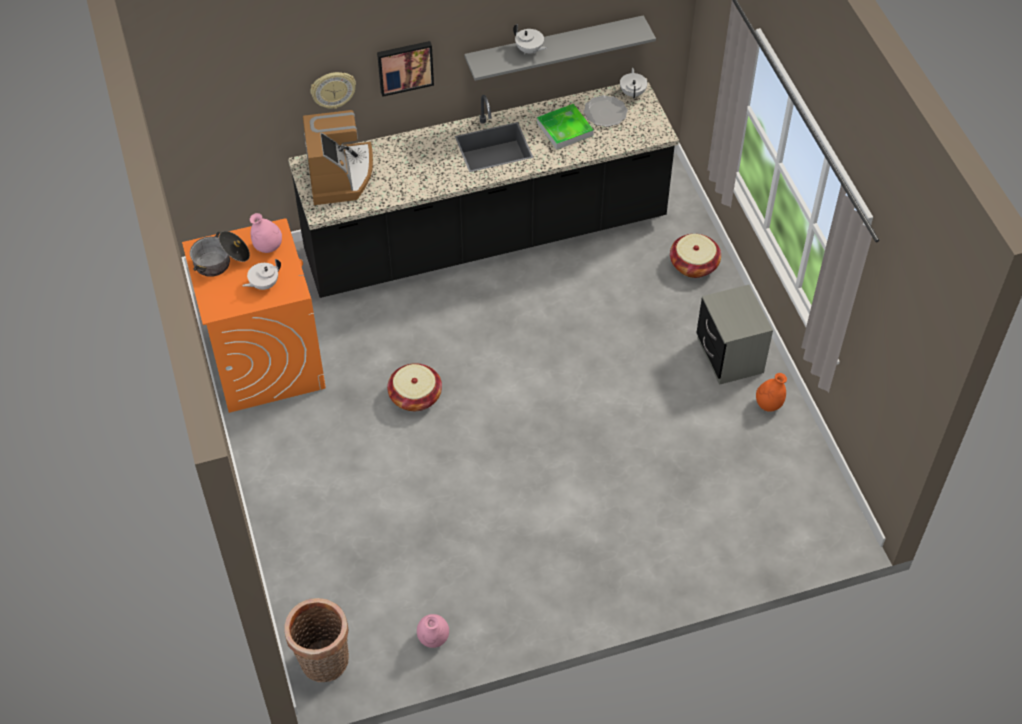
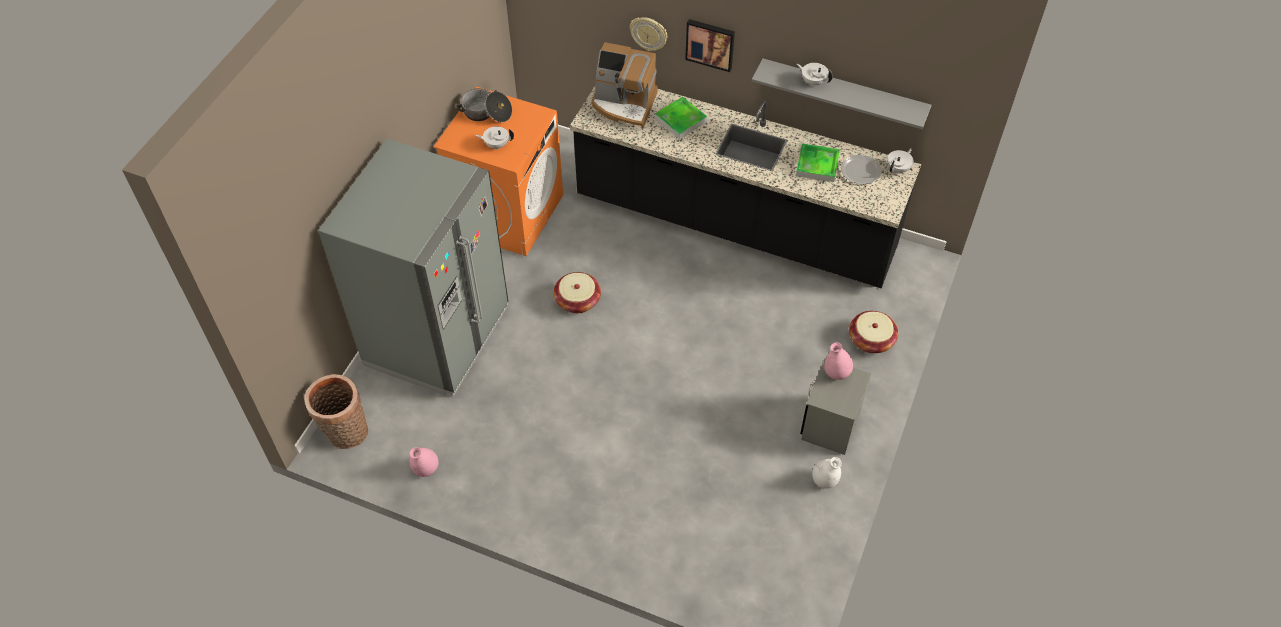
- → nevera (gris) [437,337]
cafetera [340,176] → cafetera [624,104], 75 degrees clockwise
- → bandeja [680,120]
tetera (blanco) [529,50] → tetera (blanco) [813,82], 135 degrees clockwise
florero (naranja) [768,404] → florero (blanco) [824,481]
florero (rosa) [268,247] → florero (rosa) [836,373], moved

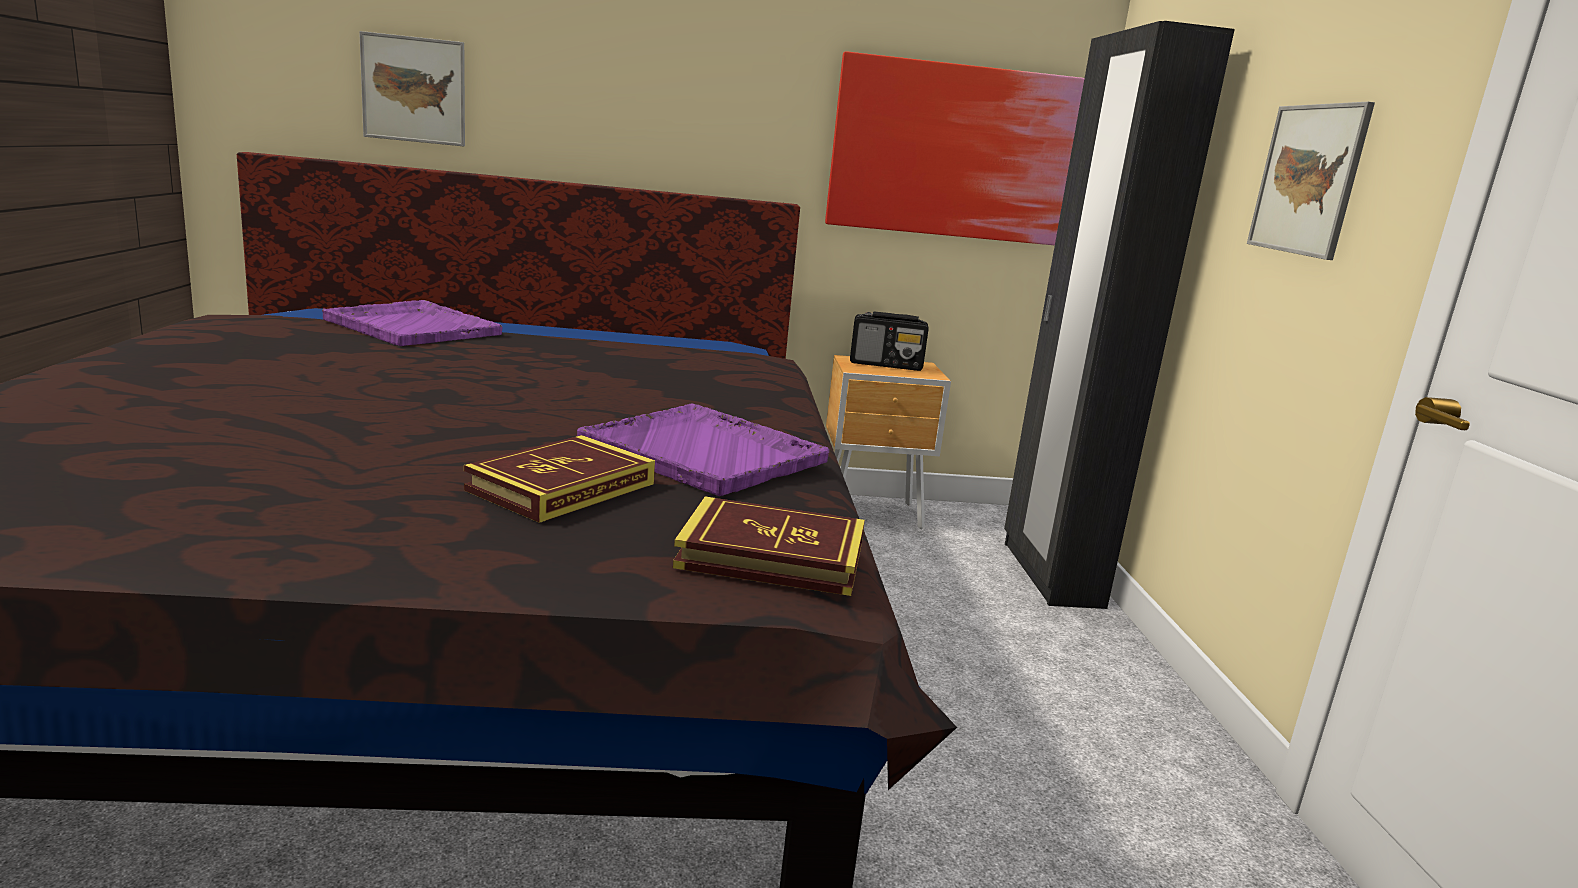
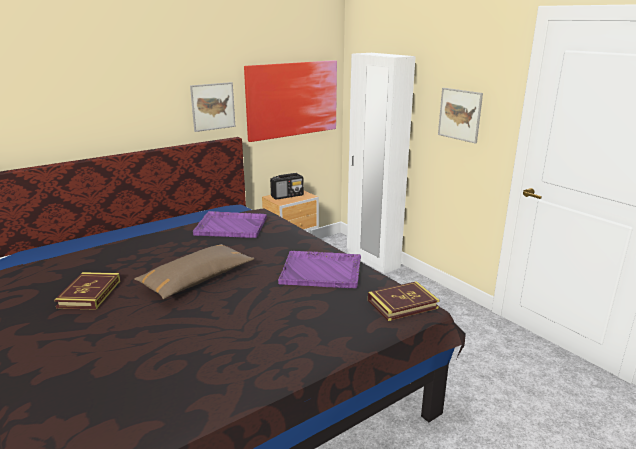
libro [562,487] → libro [89,294], moved
- → cojín (marrón) [197,279]
cuadro [414,90] → cuadro [213,106], moved
bandeja (morado) [412,326] → bandeja (morado) [230,226], moved
armario ropero (negro) [1050,574] → armario ropero (blanco) [372,260]

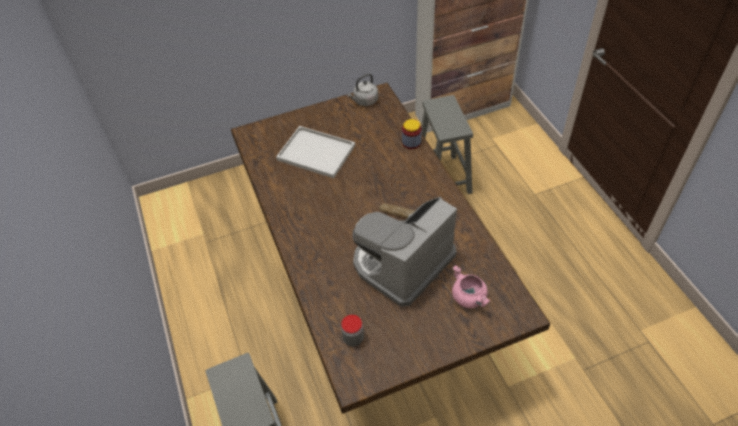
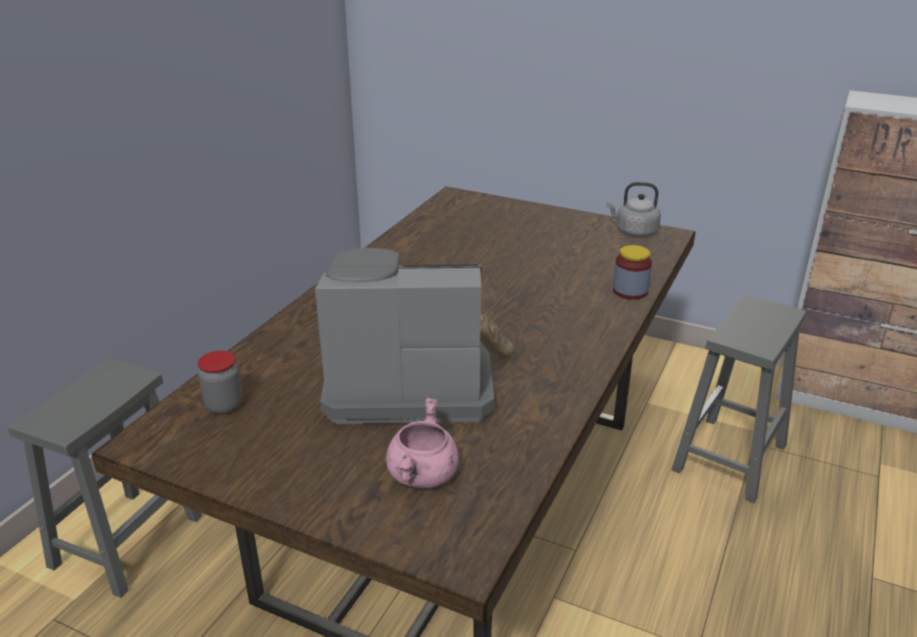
bandeja (blanco) [317,152] → -

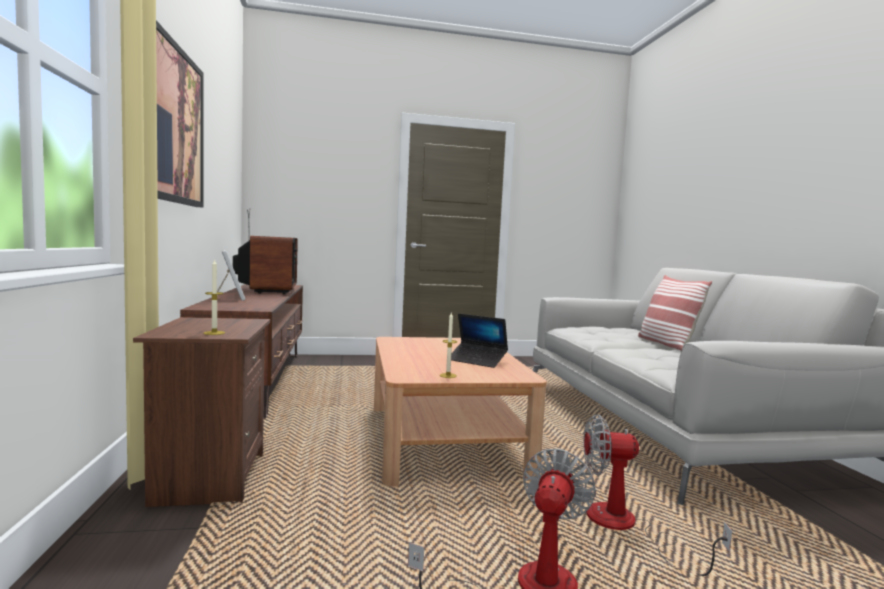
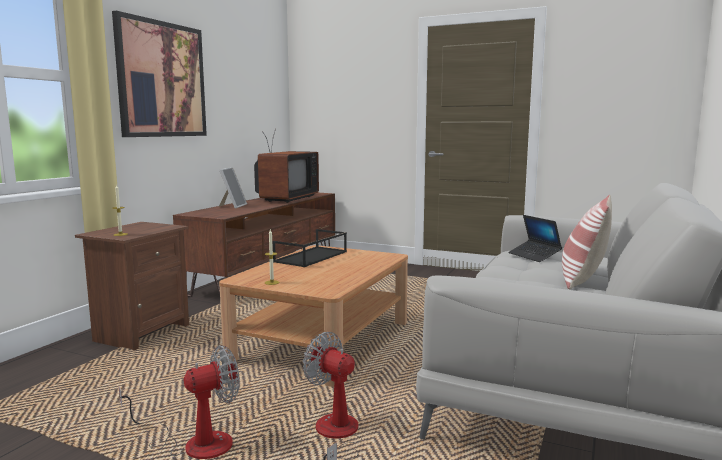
- → bandeja (negro) [311,257]
portátil [477,360] → portátil [534,256], moved

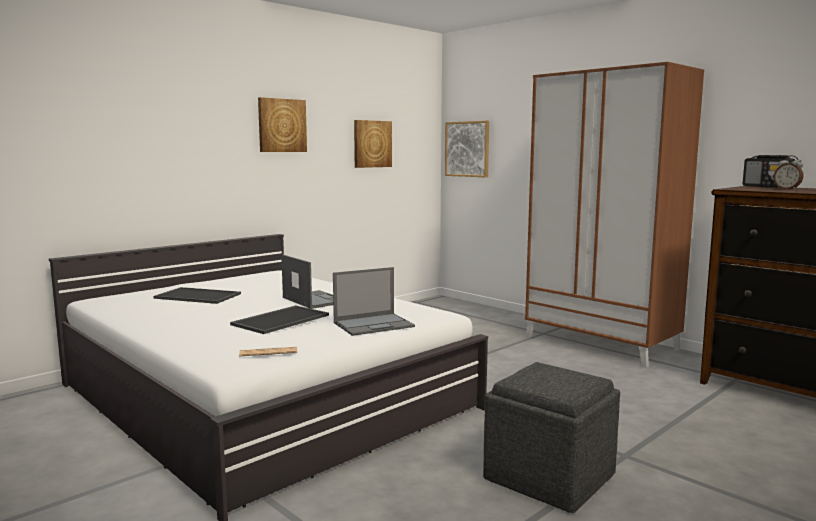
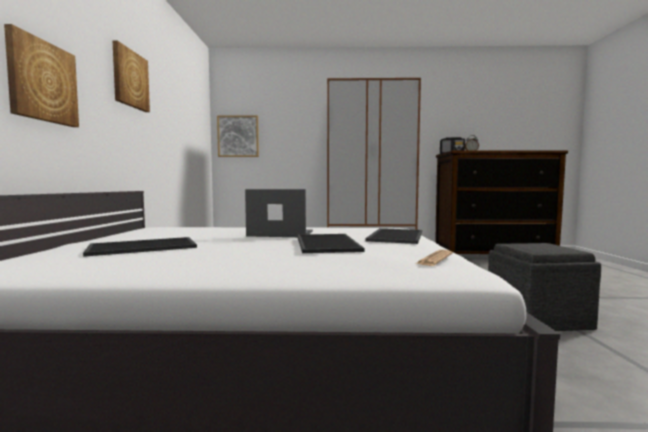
cuadro [372,144] → cuadro [42,81], moved
portátil [374,324] → bandeja [395,236]

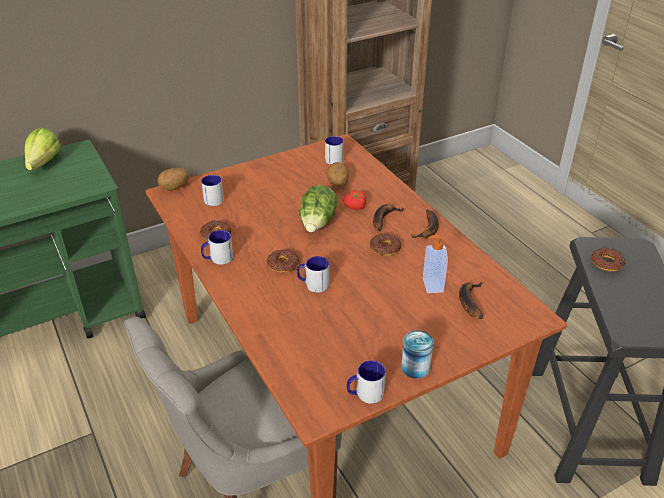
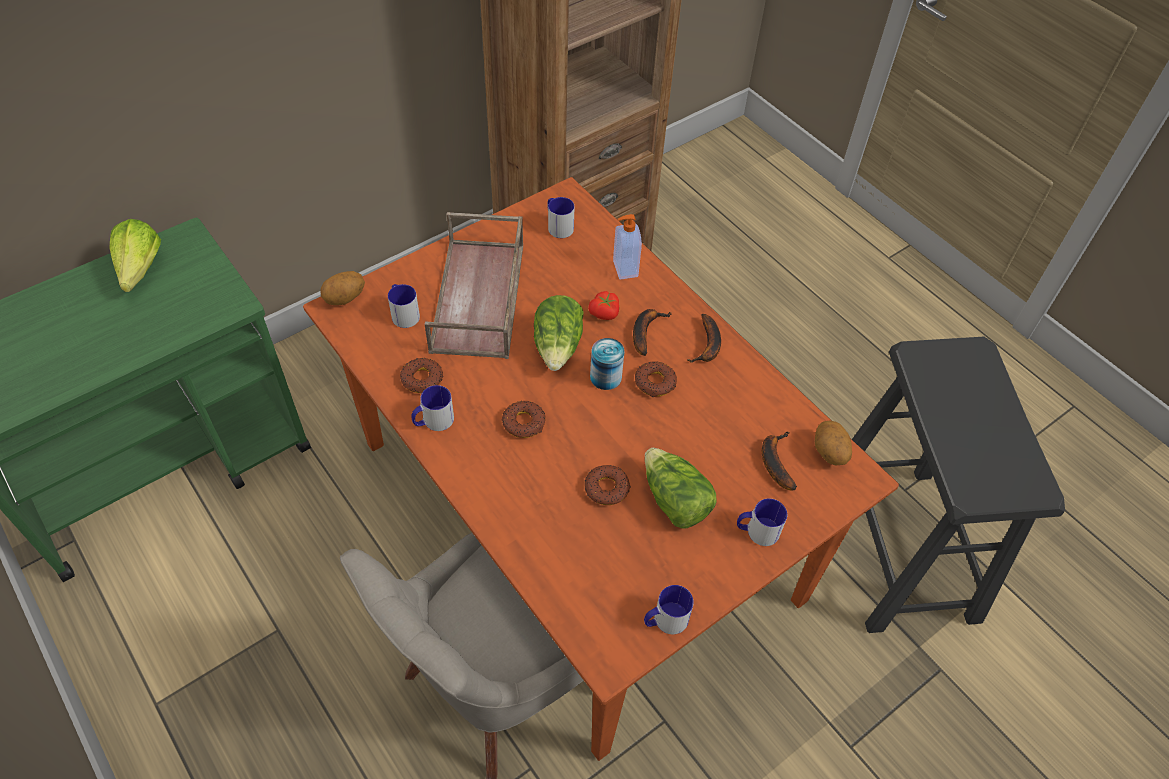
- → bandeja (marrón) [479,299]
rosquilla [607,263] → rosquilla [607,488], moved
lata [415,367] → lata [605,377], moved
dispensador de jabón [432,285] → dispensador de jabón [624,269], moved
- → lechuga [674,500]
taza grande [313,284] → taza grande [757,531], moved
patata [337,184] → patata [828,453], moved

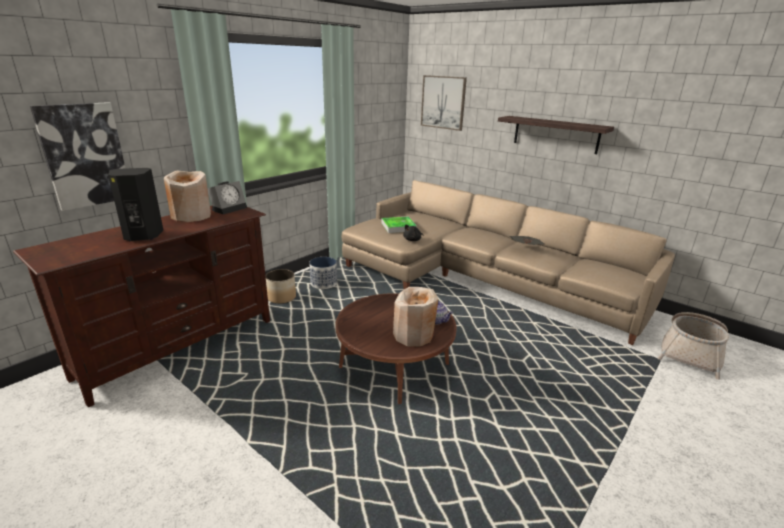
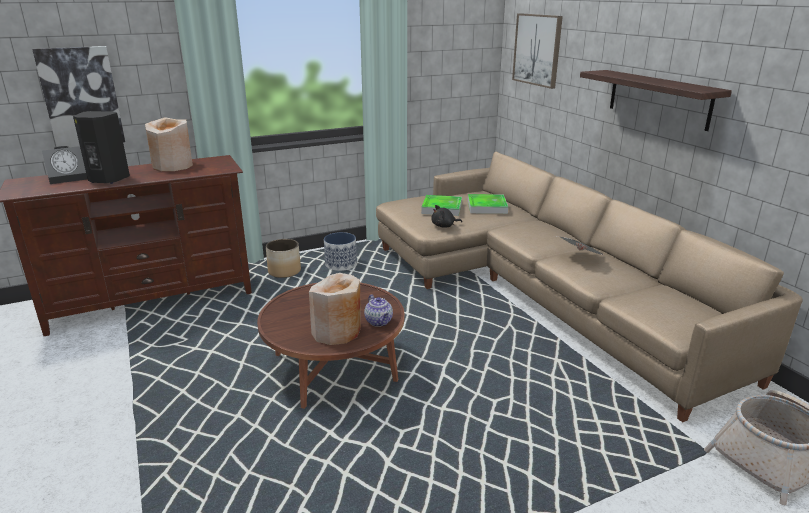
despertador [229,208] → despertador [70,178], moved
- → bandeja [487,207]

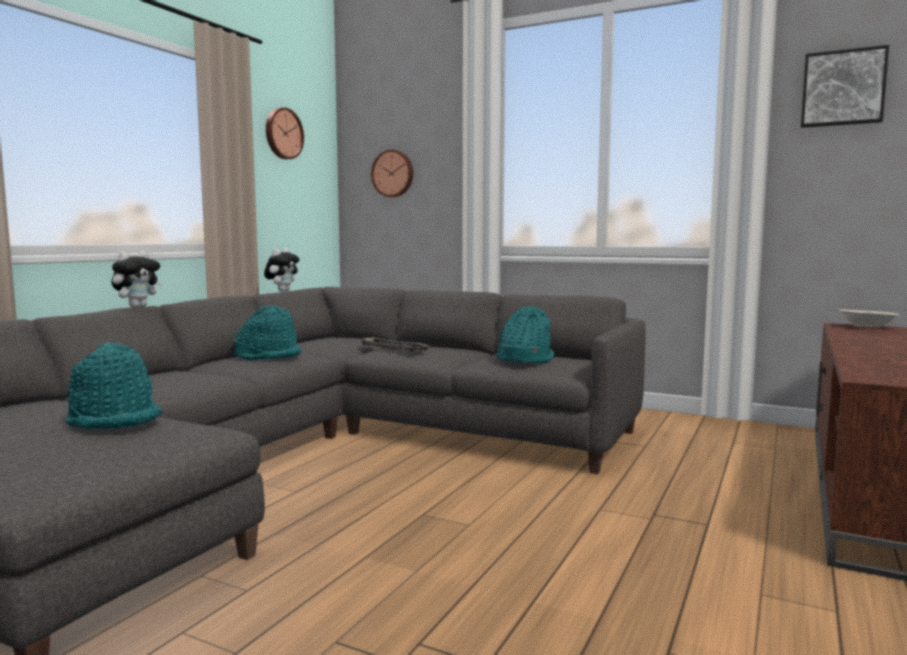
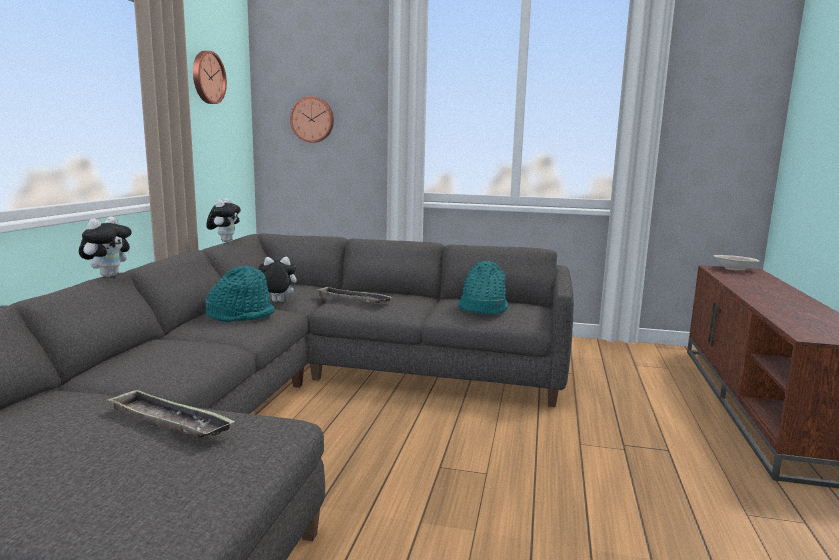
sombrero (turquesa) [115,419] → bandeja [169,421]
- → peluche [276,302]
cuadro [843,88] → -

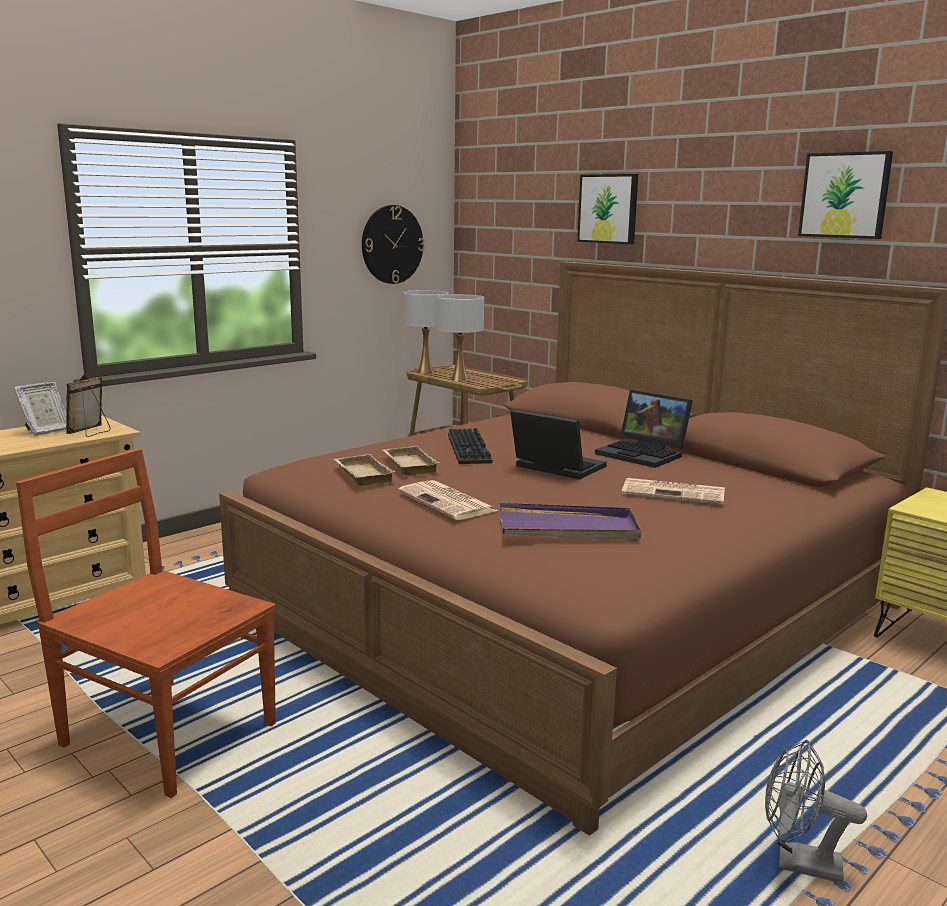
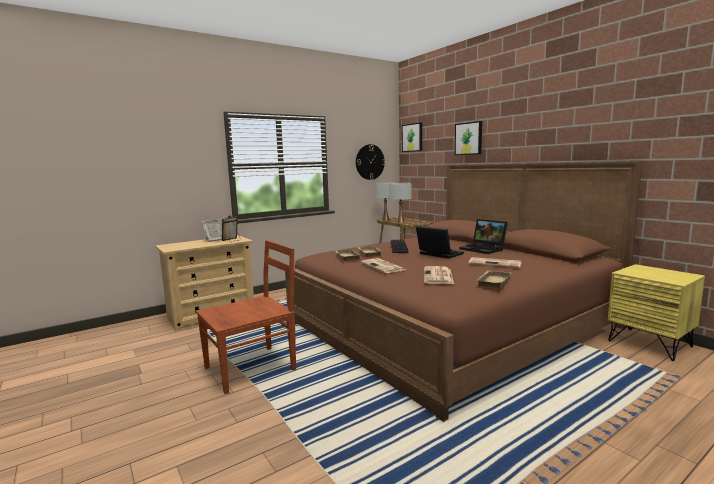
silla (marrón) [166,732] → silla (marrón) [252,368], 105 degrees clockwise
cuadro [845,195] → cuadro [412,137], moved
bandeja (morado) [568,528] → periódico [438,276]
- → bandeja (beis) [492,282]
ventilador (gris) [798,863] → -

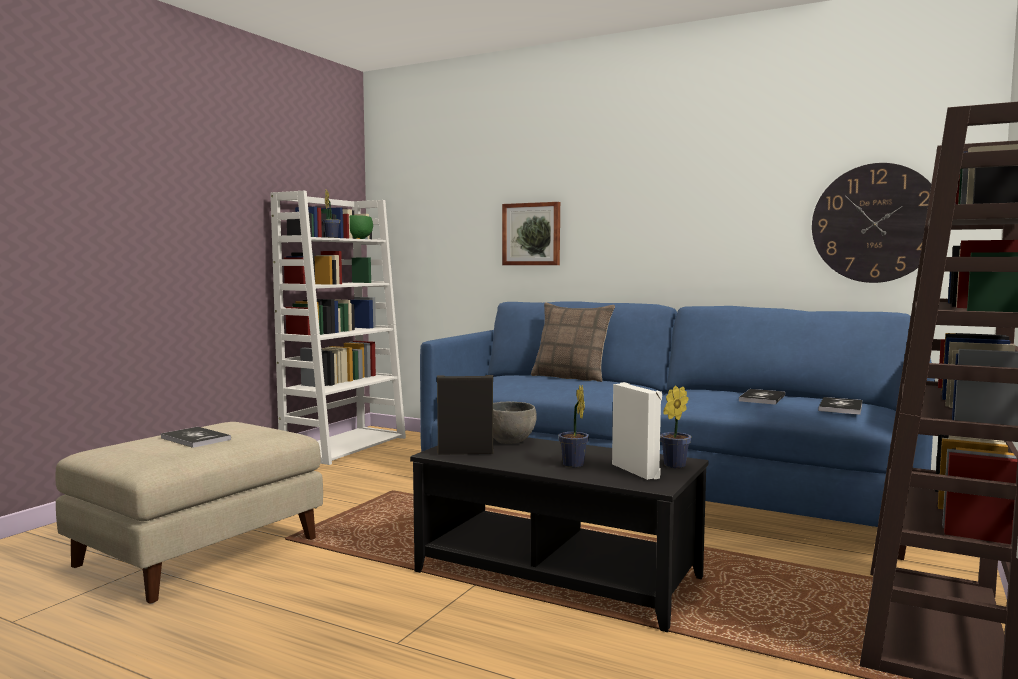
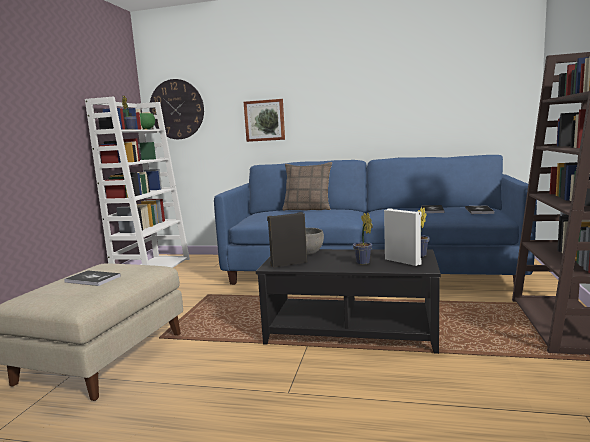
reloj de pared [875,223] → reloj de pared [176,109], moved

